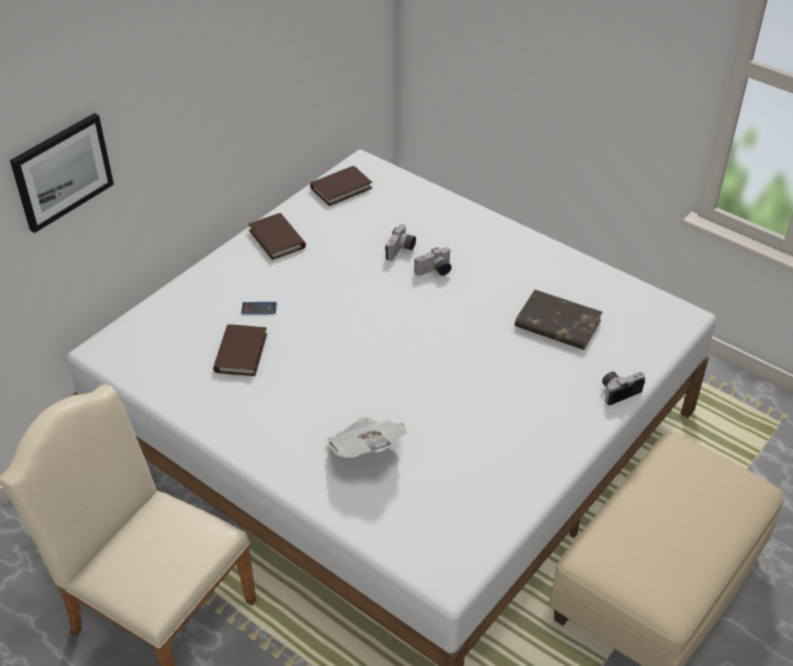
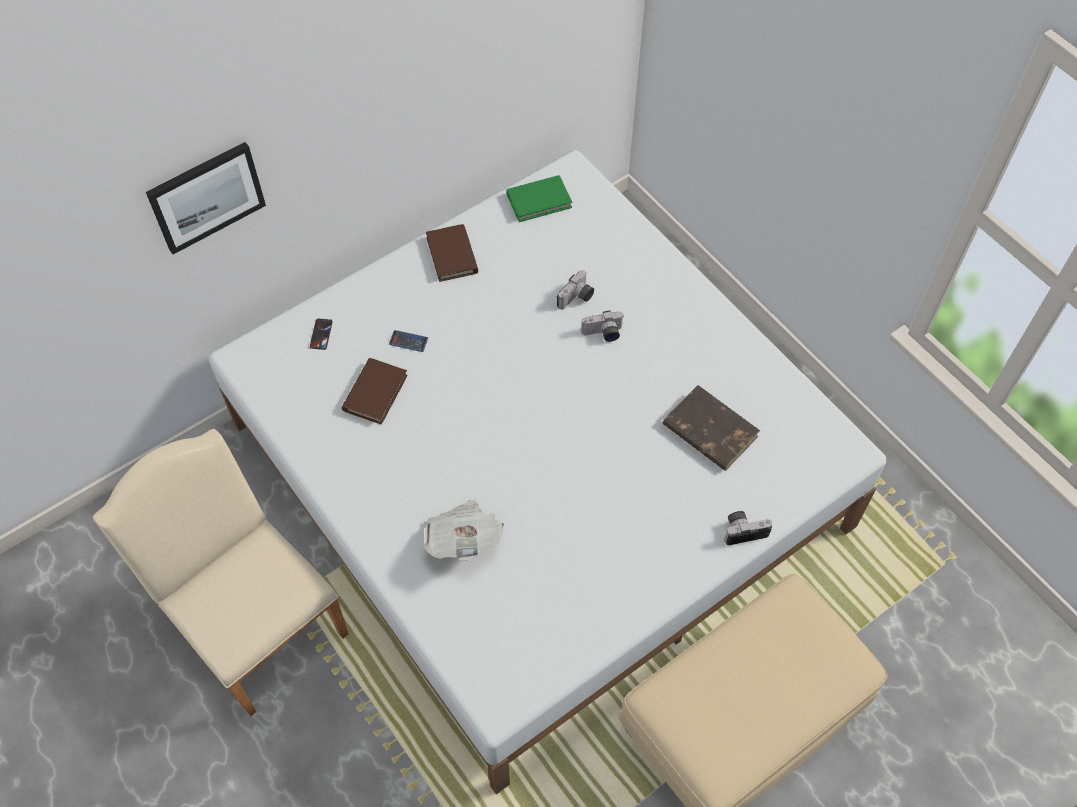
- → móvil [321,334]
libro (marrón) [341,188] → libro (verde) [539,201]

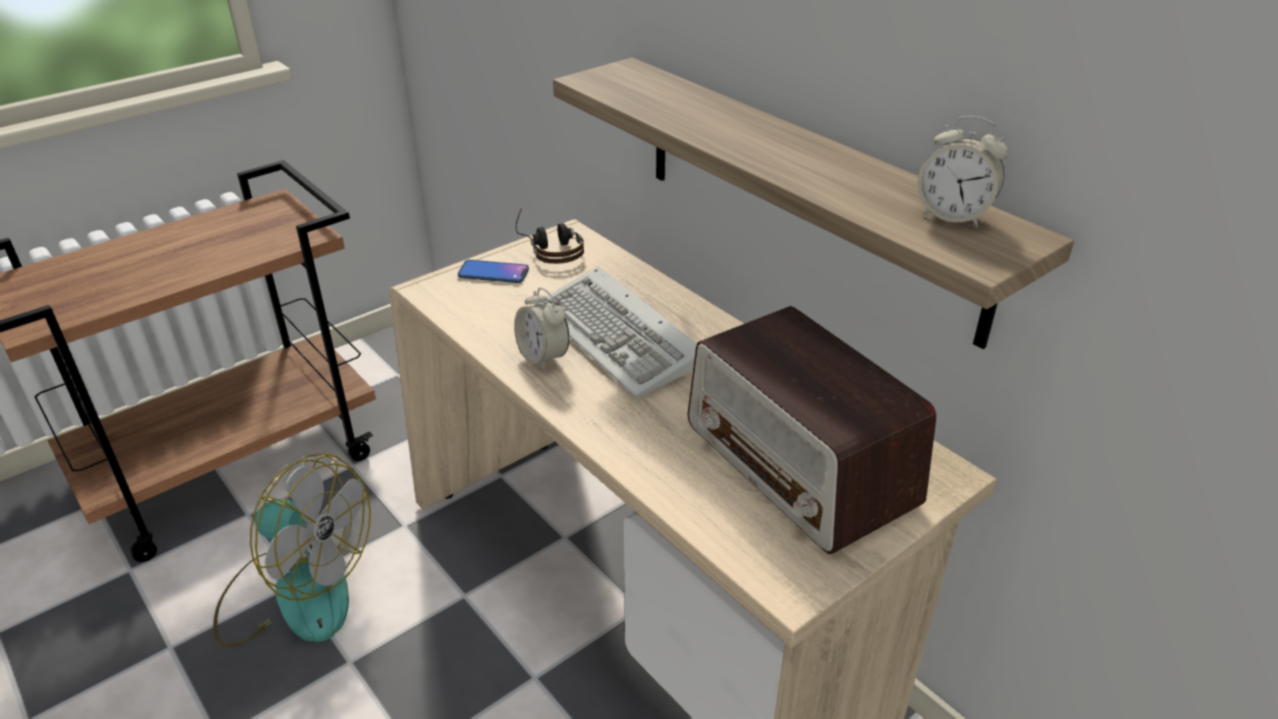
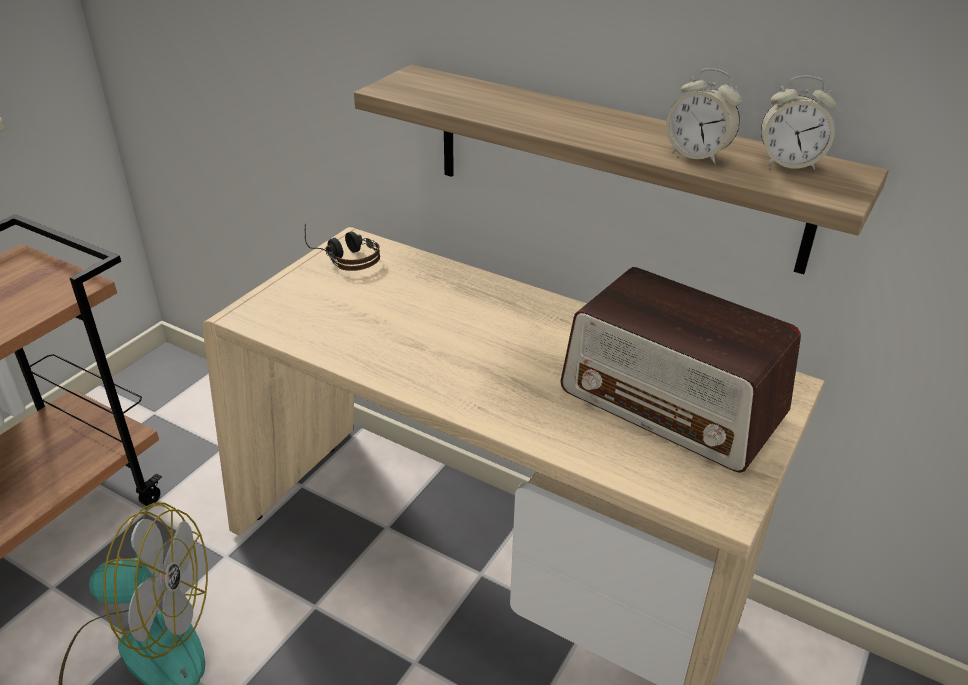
despertador [543,357] → despertador [697,155], moved
móvil [493,273] → -
teclado [622,339] → -

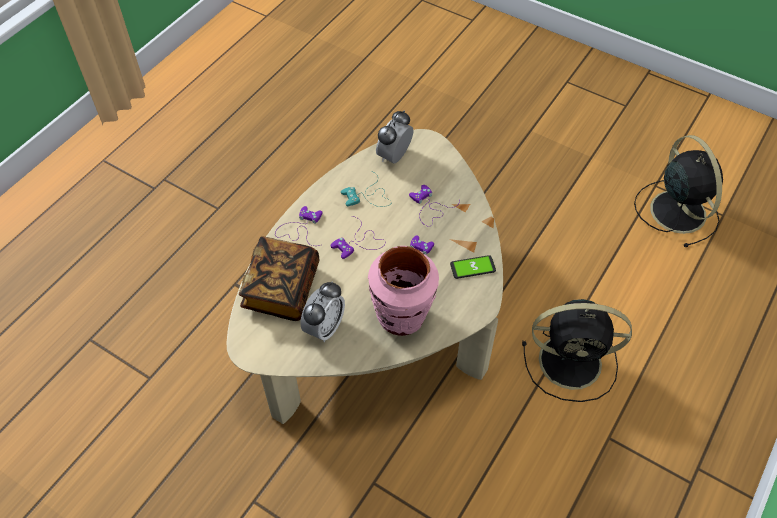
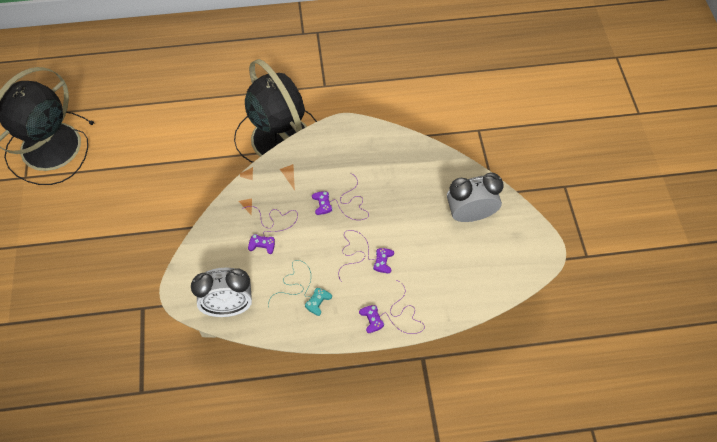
libro [281,289] → -
florero (rosa) [402,317] → -
móvil [472,267] → -

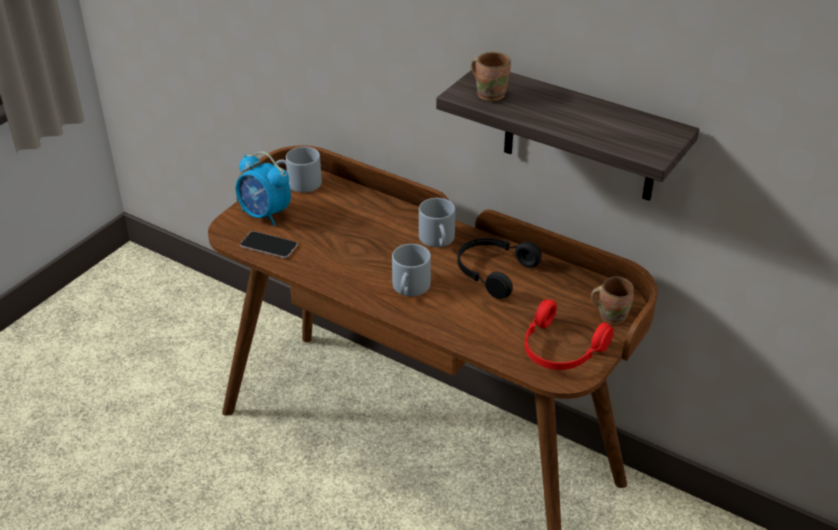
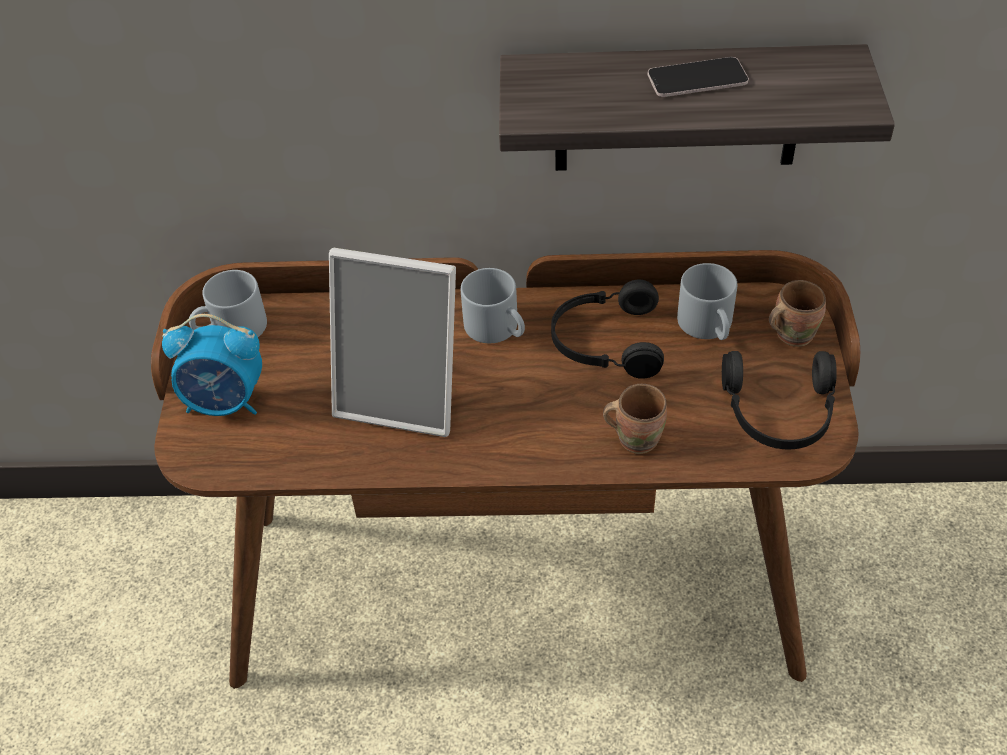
- → portarretratos [404,395]
taza grande (marrón) [490,94] → taza grande (marrón) [635,437], moved
móvil [269,245] → móvil [697,79], moved
taza grande (gris) [410,289] → taza grande (gris) [709,326], moved
auriculares (rojo) [560,350] → auriculares (negro) [779,413]

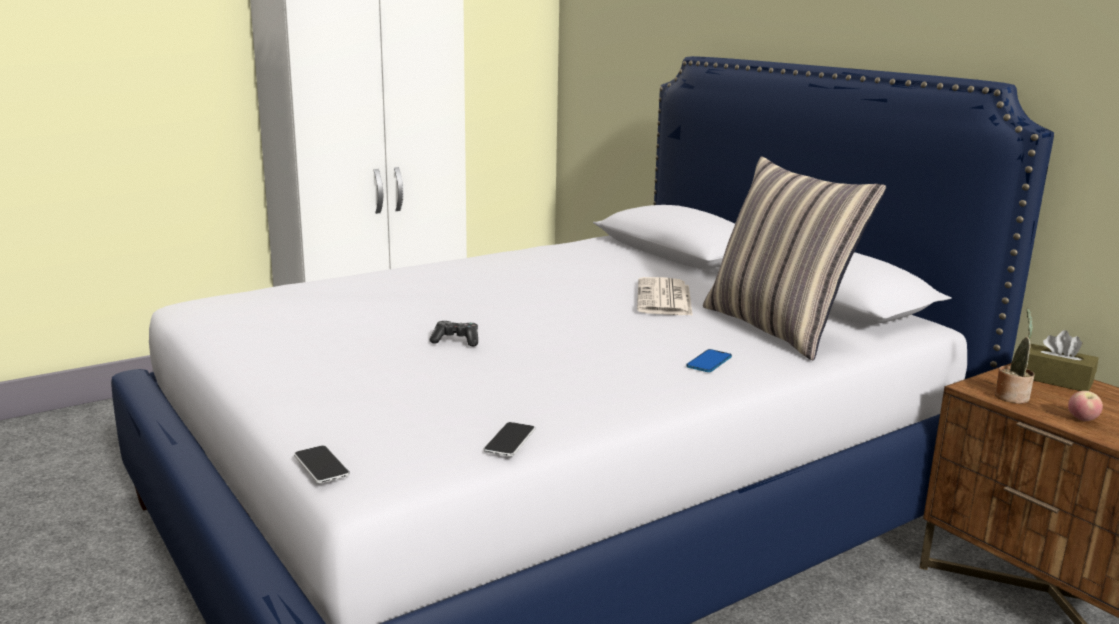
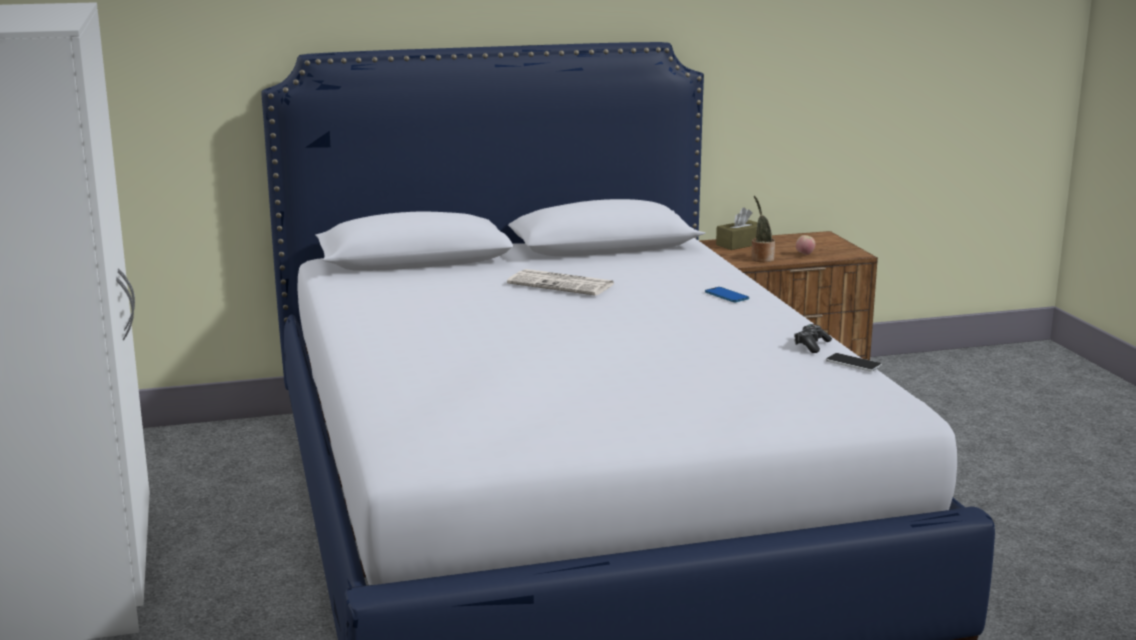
mando de consola [456,341] → mando de consola [811,345], moved
móvil [321,466] → -
cojín [778,328] → -

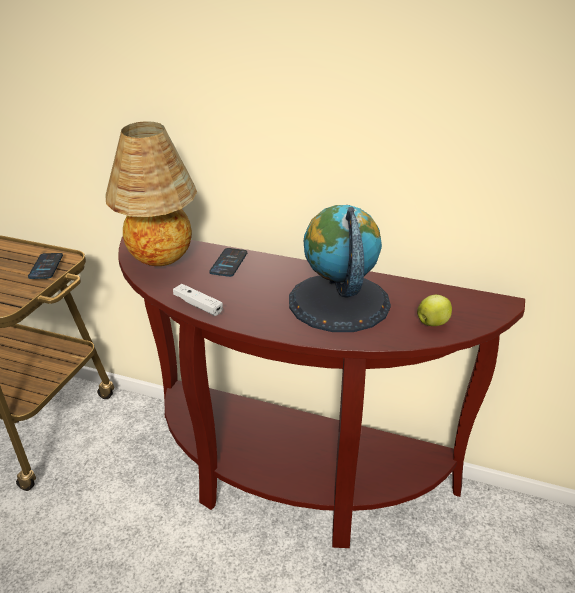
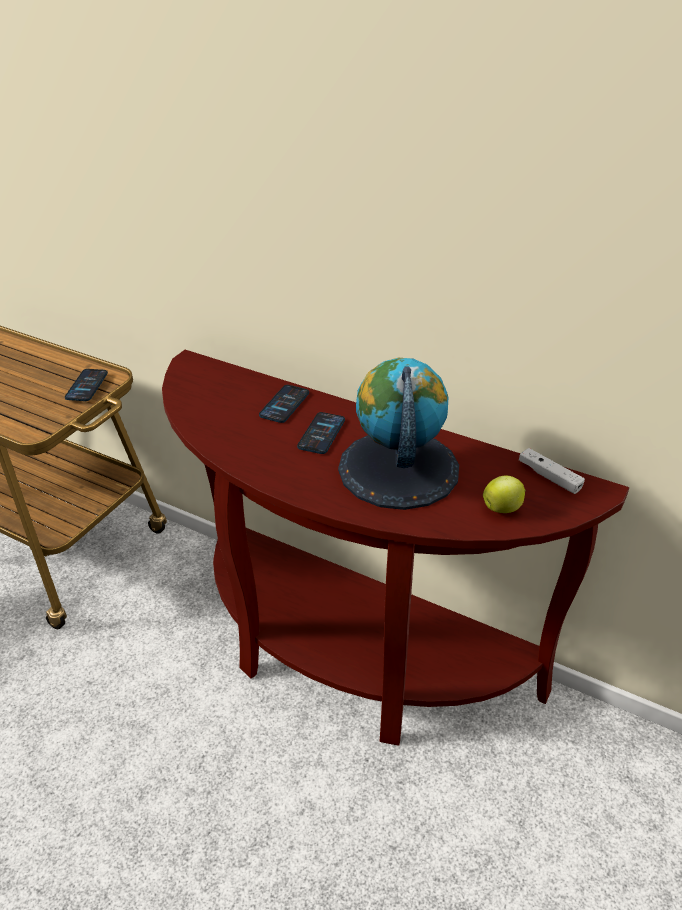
- → móvil [321,434]
mando de consola (blanco) [198,305] → mando de consola (blanco) [549,477], moved
lámpara de mesa [160,263] → -

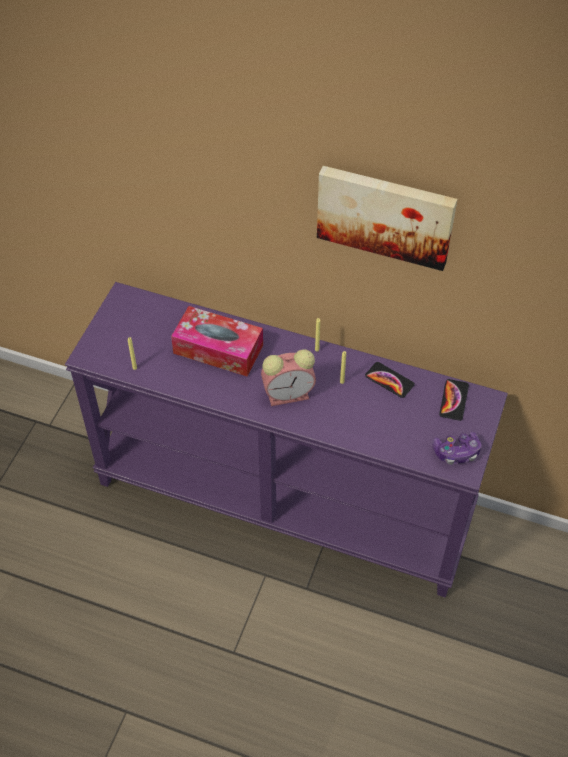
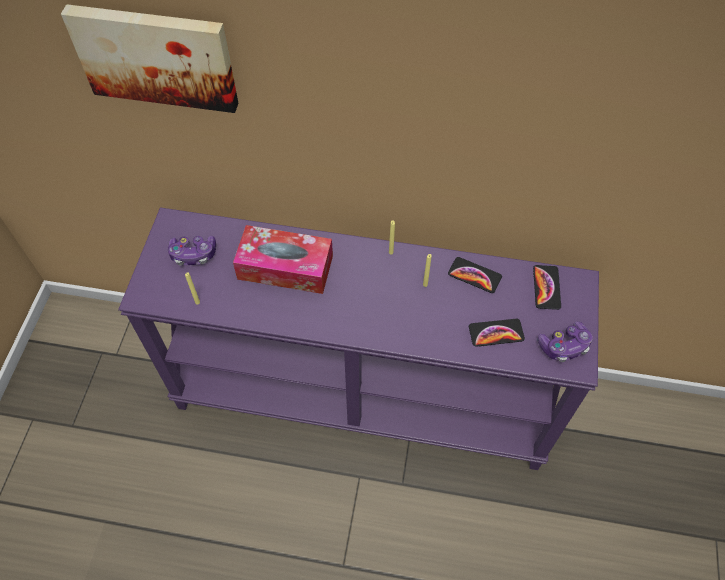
cuadro [385,214] → cuadro [156,56], moved
- → mando de consola [193,254]
- → móvil [496,333]
despertador [289,393] → -

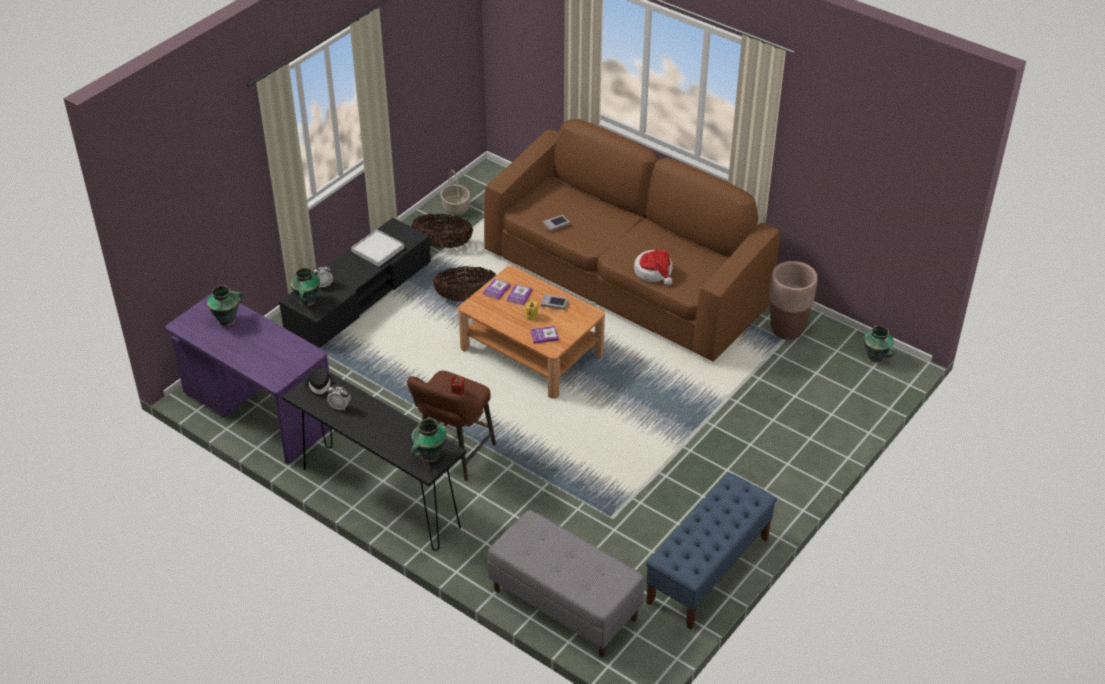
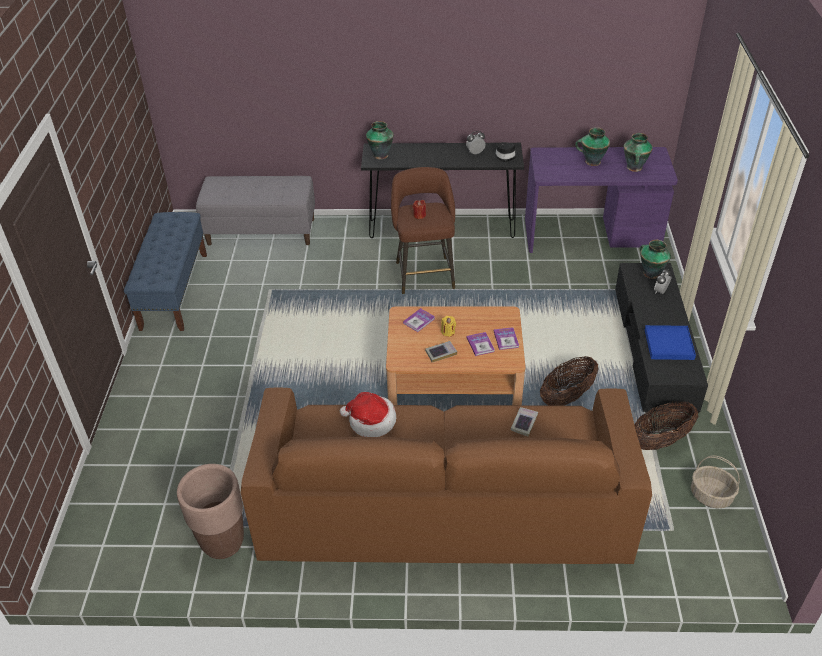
florero [876,358] → florero [591,162], moved
bandeja (blanco) [378,250] → bandeja (azul) [668,344]

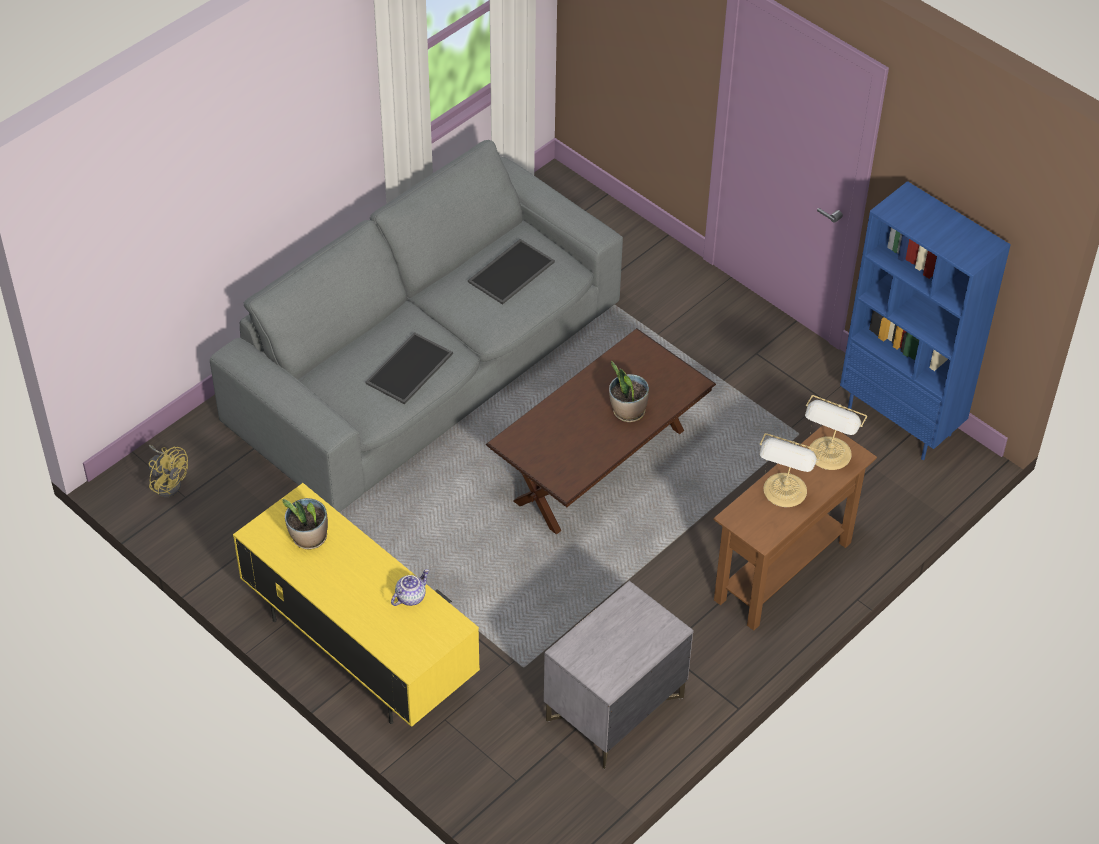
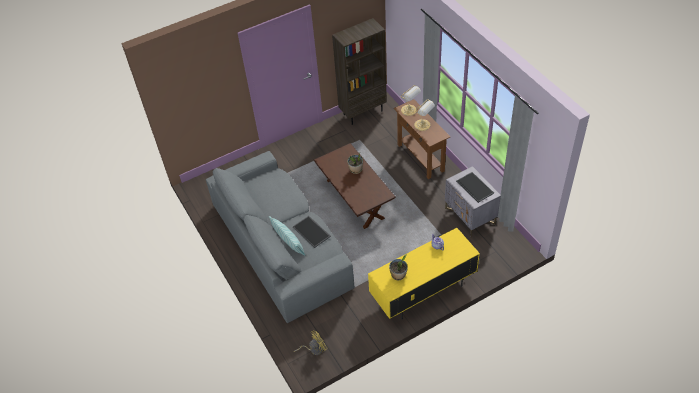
- → cojín [288,242]
estantería (azul) [900,421] → estantería (marrón) [363,112]
bandeja [511,271] → bandeja [474,187], moved

